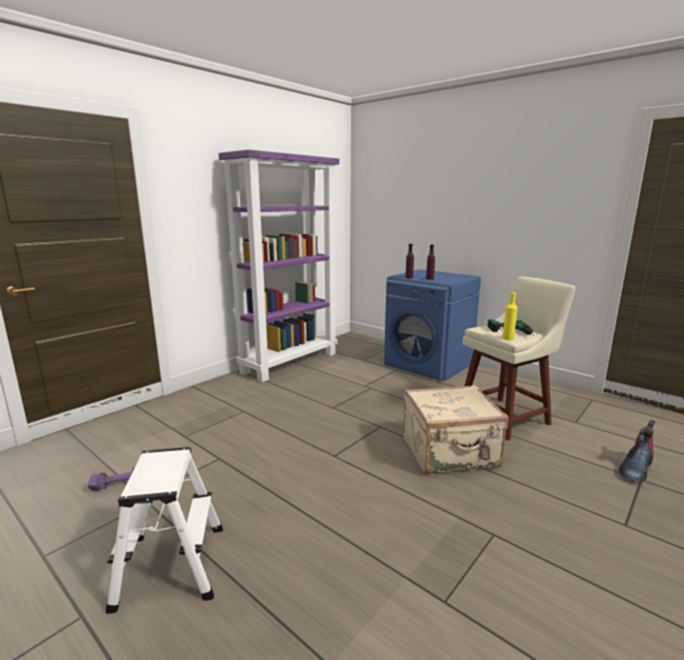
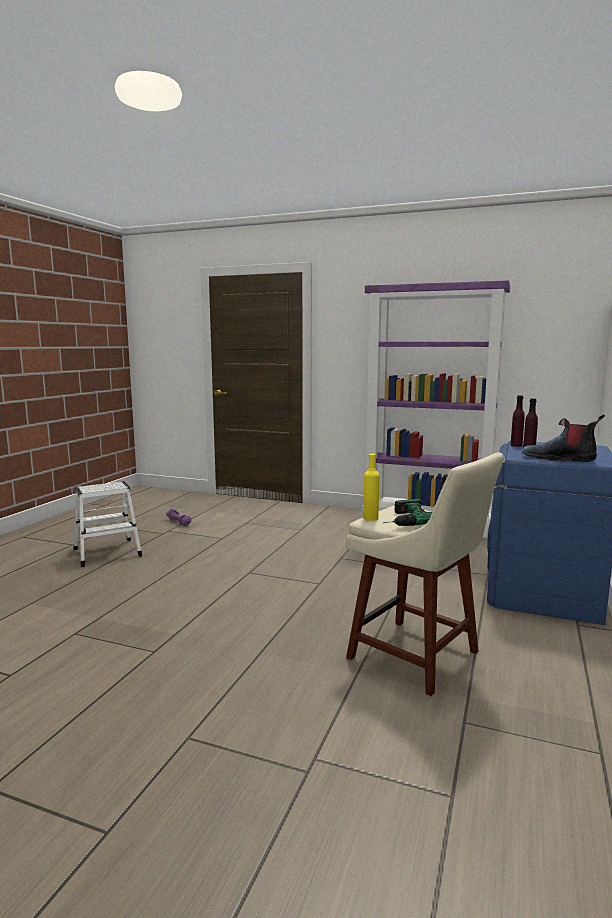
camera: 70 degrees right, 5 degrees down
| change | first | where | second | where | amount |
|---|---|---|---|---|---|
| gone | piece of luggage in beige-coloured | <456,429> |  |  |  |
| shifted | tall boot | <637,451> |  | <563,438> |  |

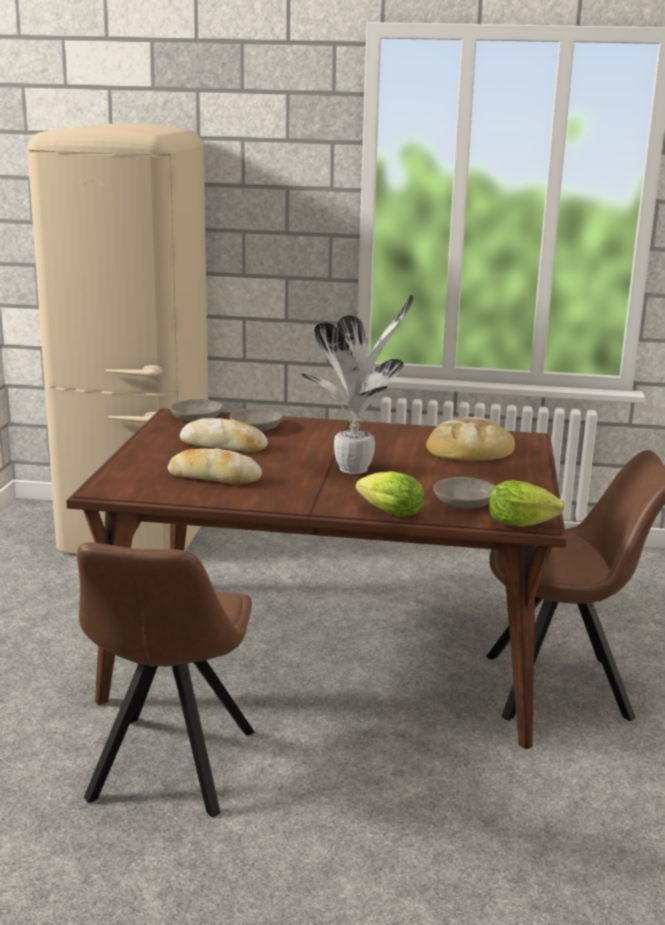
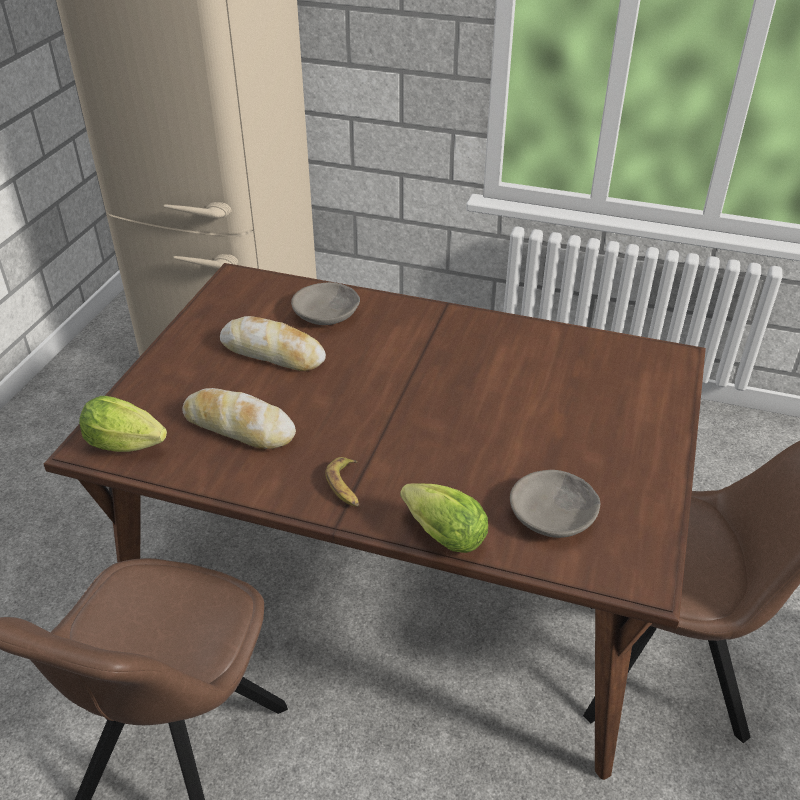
camera: 10 degrees right, 20 degrees up
| change | first | where | second | where | amount |
|---|---|---|---|---|---|
| gone | potted plant | <357,384> |  |  |  |
| gone | serving bowl in gray | <196,410> |  |  |  |
| gone | baked bread | <470,439> |  |  |  |
| shifted | head of lettuce | <526,503> |  | <123,424> |  |
| new |  |  | banana fruit | <342,482> |  |

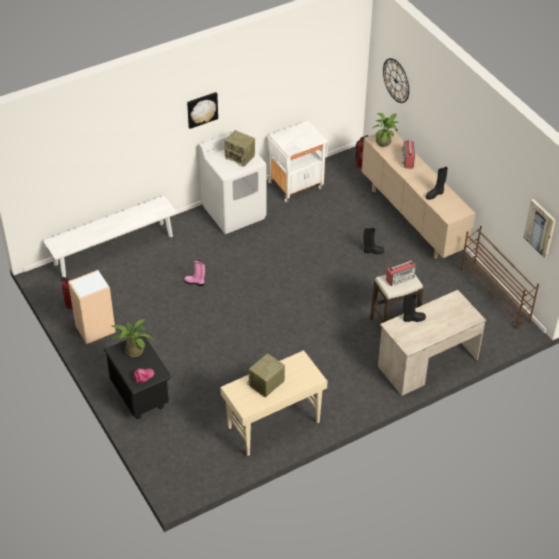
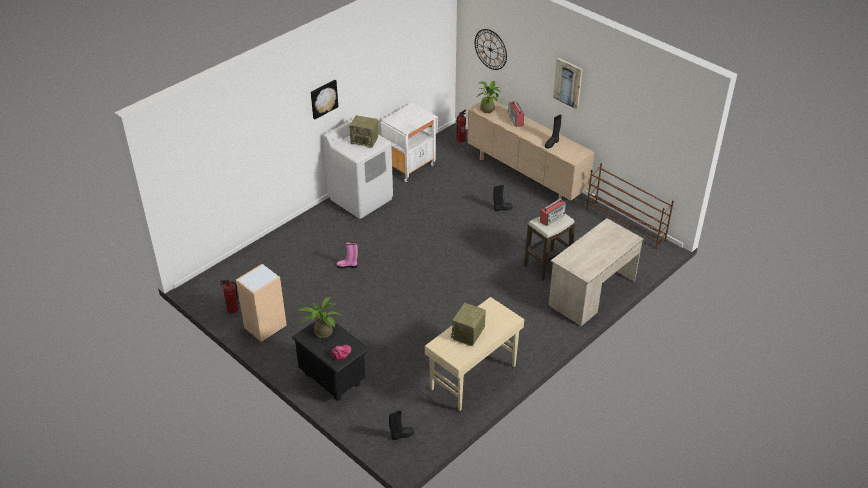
camera: 15 degrees left, 5 degrees down
| change | first | where | second | where | amount |
|---|---|---|---|---|---|
| gone | long seat in white-coloured | <110,236> |  |  |  |
| shifted | wall art | <539,228> |  | <568,84> |  |
| shifted | tall boot in blackish | <414,308> |  | <401,425> |  |

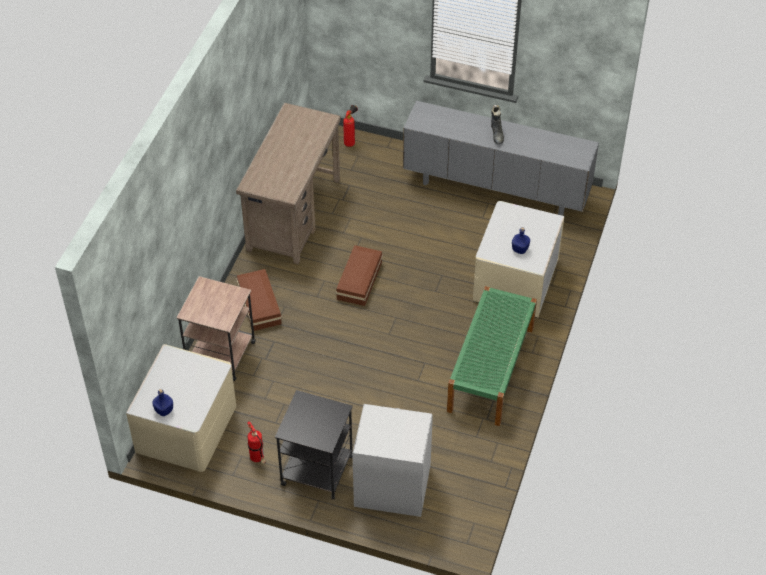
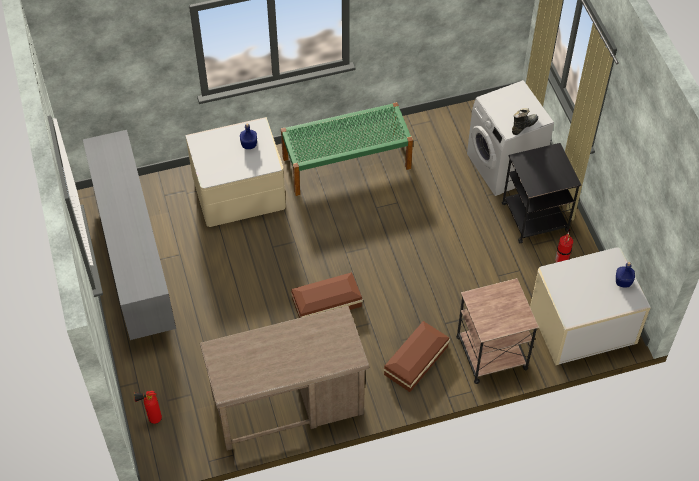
camera: 125 degrees left, 5 degrees up
| change | first | where | second | where | amount |
|---|---|---|---|---|---|
| shifted | tall boot in blackish | <497,124> |  | <525,121> |  |

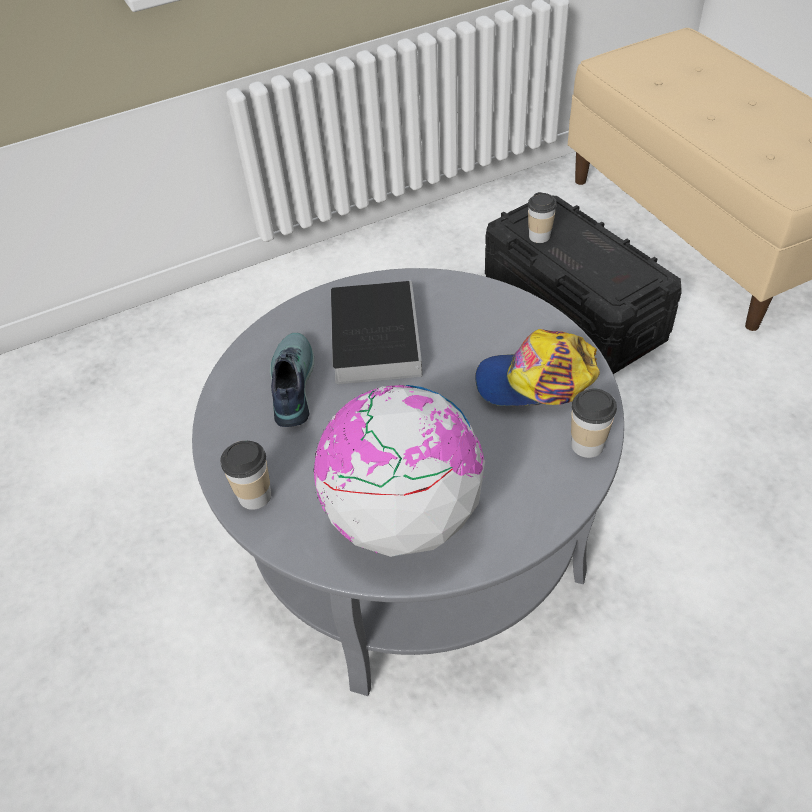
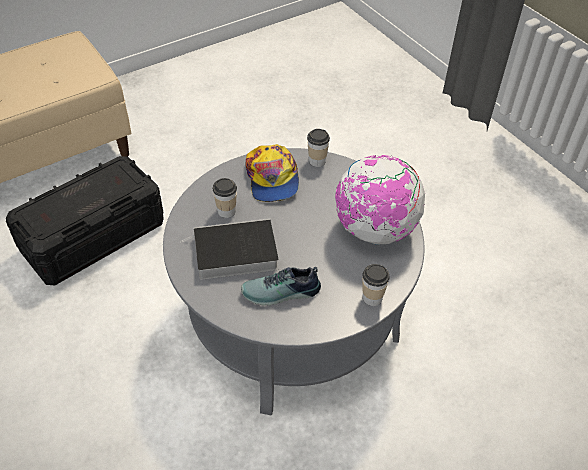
camera: 100 degrees left, 0 degrees up
| change | first | where | second | where | amount |
|---|---|---|---|---|---|
| shifted | drinking cup | <542,217> |  | <225,198> |  |

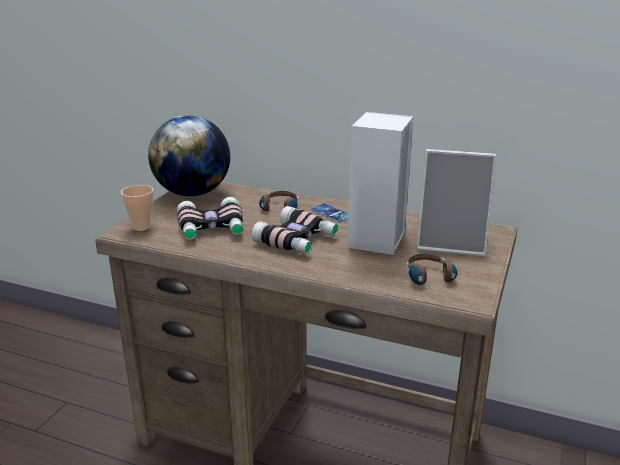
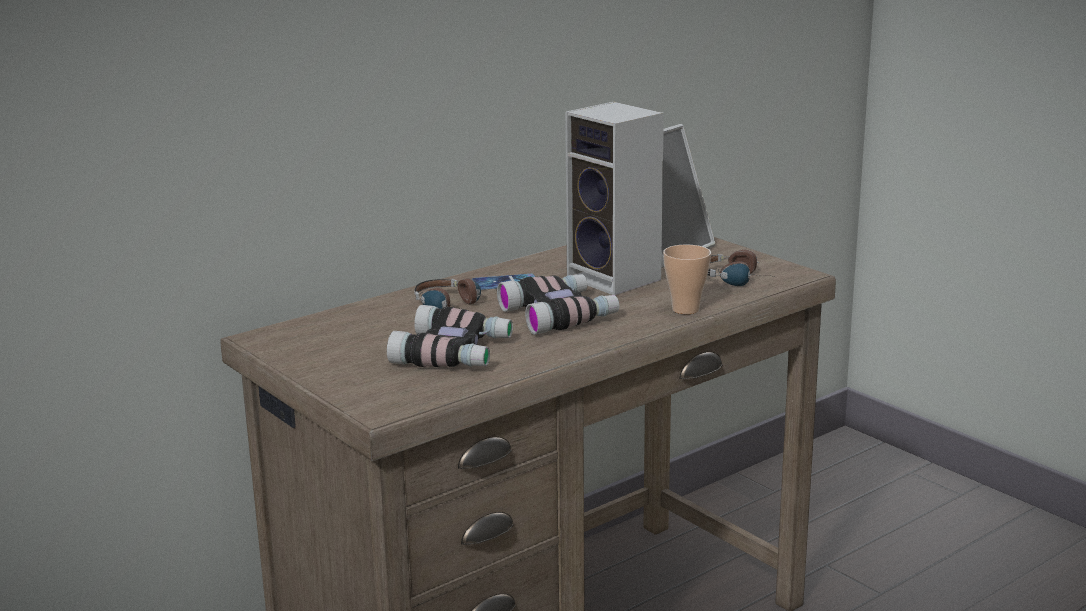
camera: 60 degrees left, 5 degrees down
| change | first | where | second | where | amount |
|---|---|---|---|---|---|
| gone | world globe | <189,156> |  |  |  |
| shifted | drinking cup | <137,208> |  | <687,279> |  |

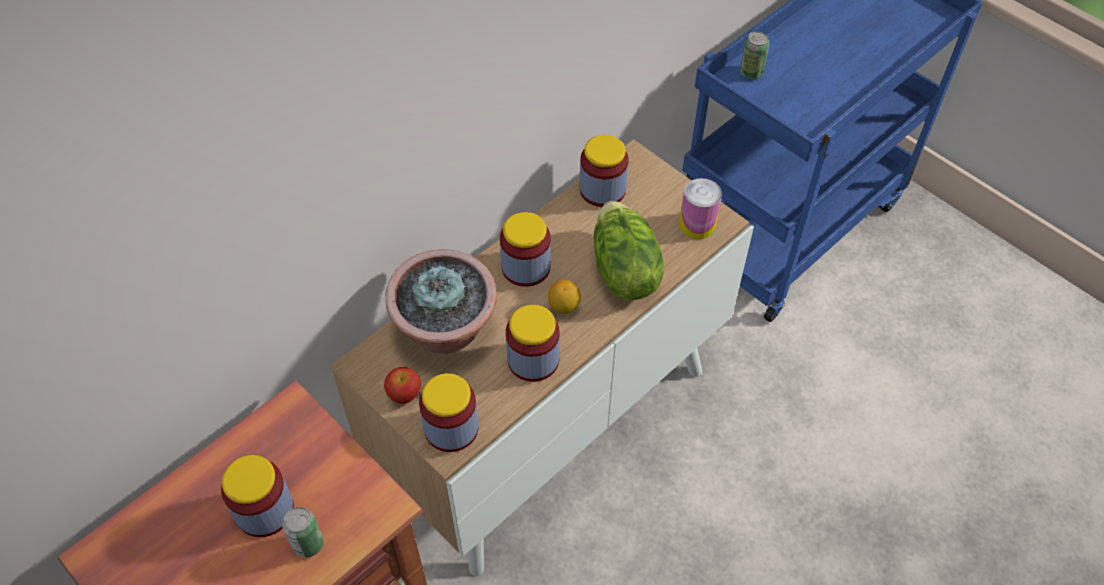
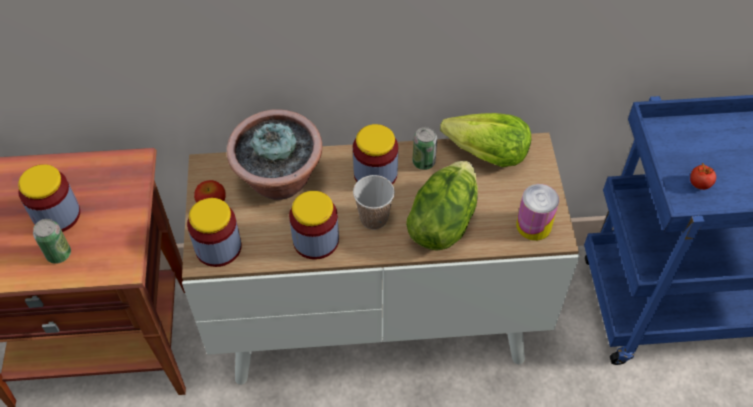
camera: 40 degrees right, 0 degrees up
| change | first | where | second | where | amount |
|---|---|---|---|---|---|
| shifted | can | <755,55> |  | <424,148> |  |
| swapped | storage jar | <604,171> | head of lettuce | <485,140> |  |
| swapped | citrus fruit | <564,297> | drinking cup | <374,202> |  |
| new |  |  | tomato | <703,176> |  |

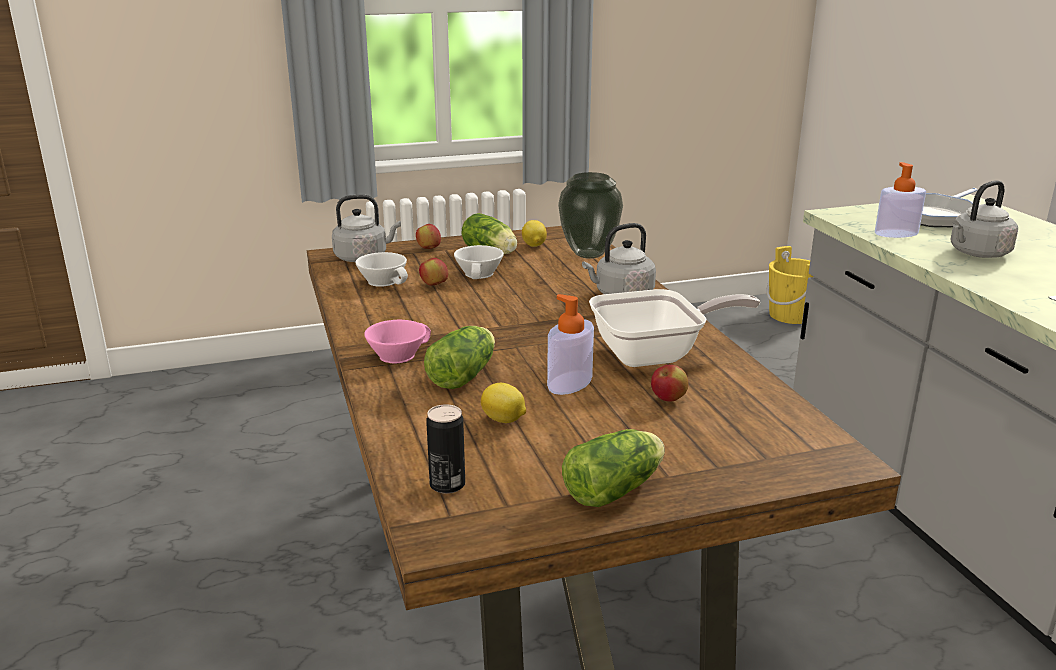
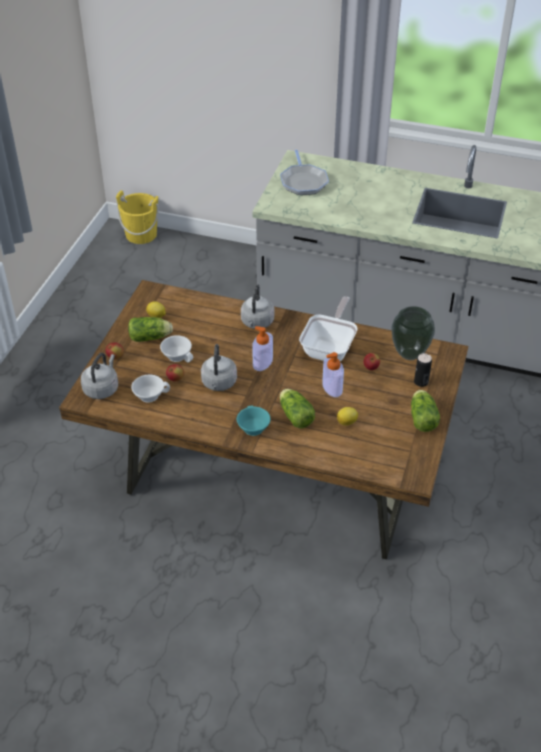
camera: 55 degrees left, 20 degrees up
| change | first | where | second | where | amount |
|---|---|---|---|---|---|
| shifted | soap bottle | <900,200> |  | <262,348> |  |
| shifted | vase | <590,215> |  | <413,333> |  |
| shifted | water kettle in gray | <984,219> |  | <219,367> |  |
| repainted | drinking cup in pink | <397,341> | drinking cup in turquoise-coloured | <254,420> |  |
| shifted | can | <445,449> |  | <423,370> |  |

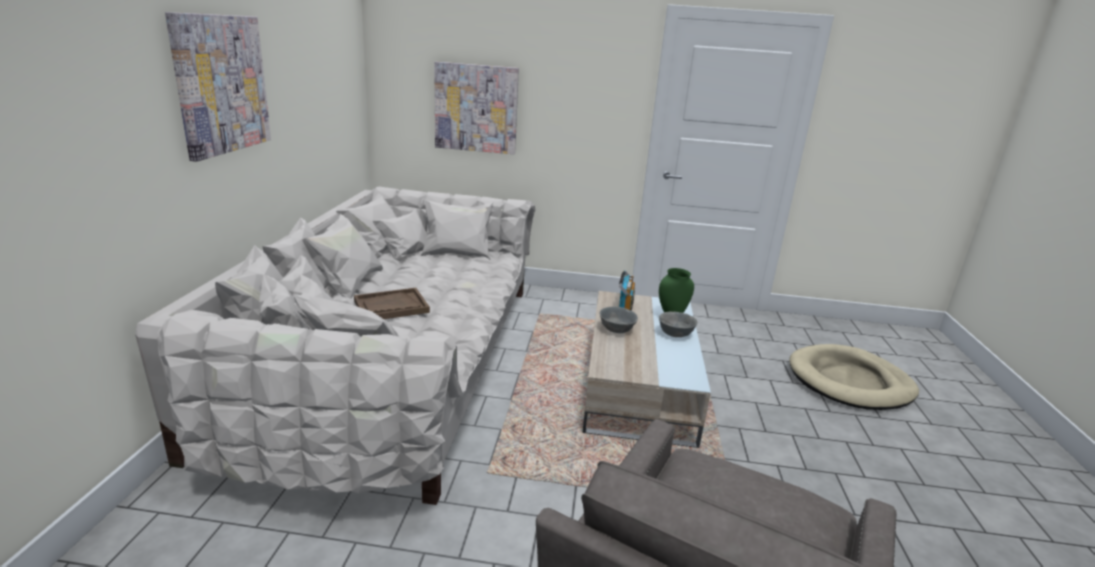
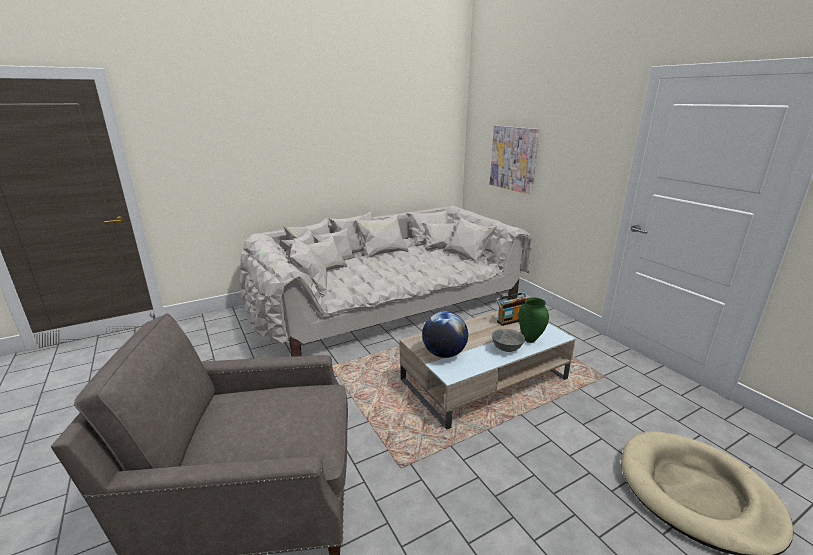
camera: 55 degrees right, 0 degrees up
| change | first | where | second | where | amount |
|---|---|---|---|---|---|
| gone | wall art | <218,87> |  |  |  |
| gone | tray in brown | <392,303> |  |  |  |
| gone | serving bowl in gray | <618,320> |  |  |  |
| new |  |  | world globe | <445,334> |  |

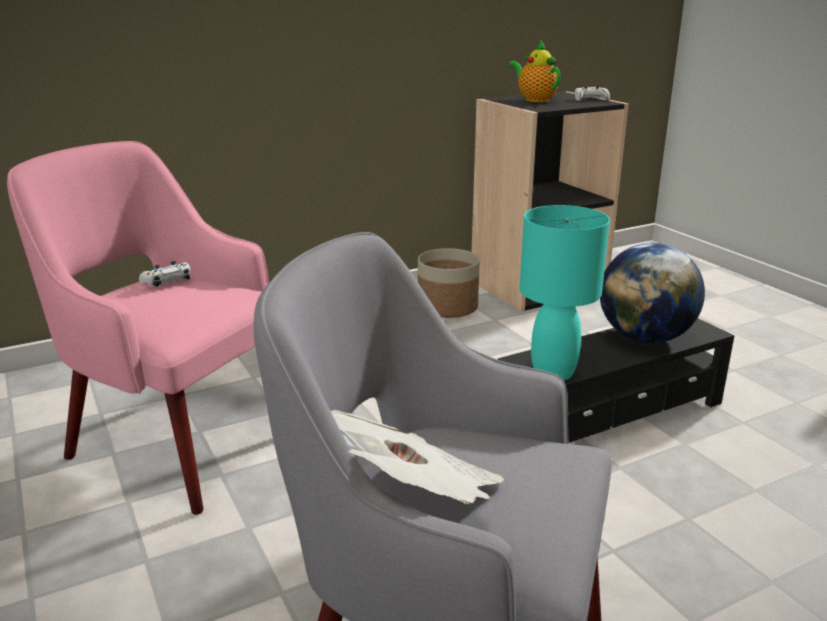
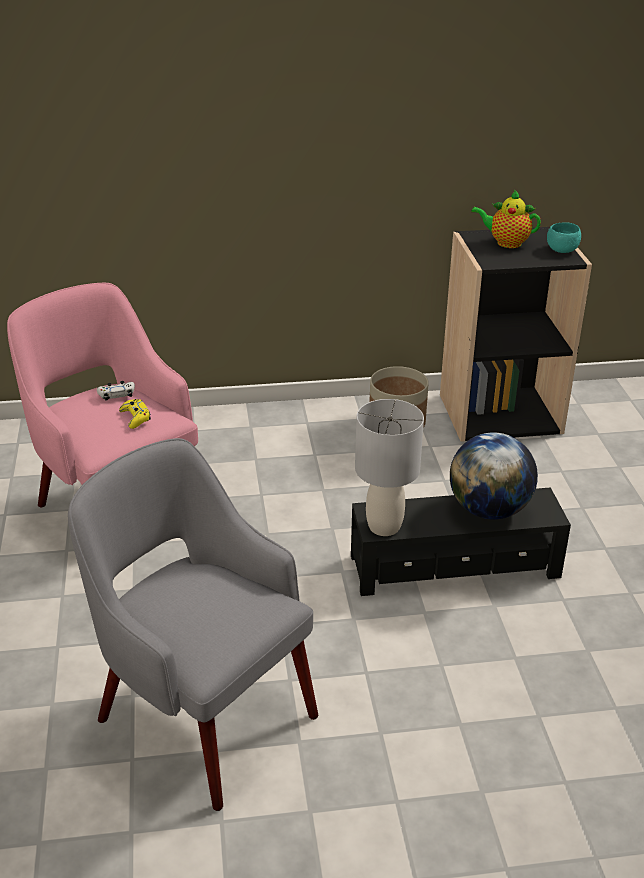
camera: 20 degrees right, 10 degrees up
| change | first | where | second | where | amount |
|---|---|---|---|---|---|
| rotated | tea pot | <535,71> |  | <506,218> | 60 degrees counterclockwise |
| swapped | game controller in white-coloured | <592,93> | serving bowl in turquoise-coloured | <564,237> |  |
| repainted | tabletop lamp in turquoise-coloured | <565,293> | tabletop lamp in gray | <389,467> |  |
| gone | daily paper | <417,457> |  |  |  |
| new |  |  | game controller in yellowish | <135,414> |  |

